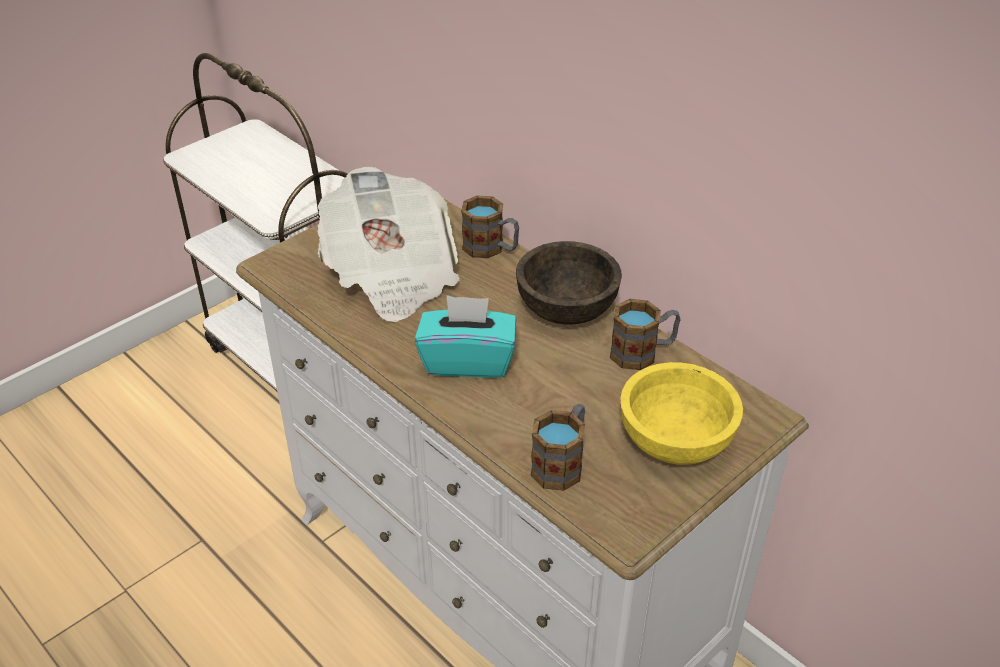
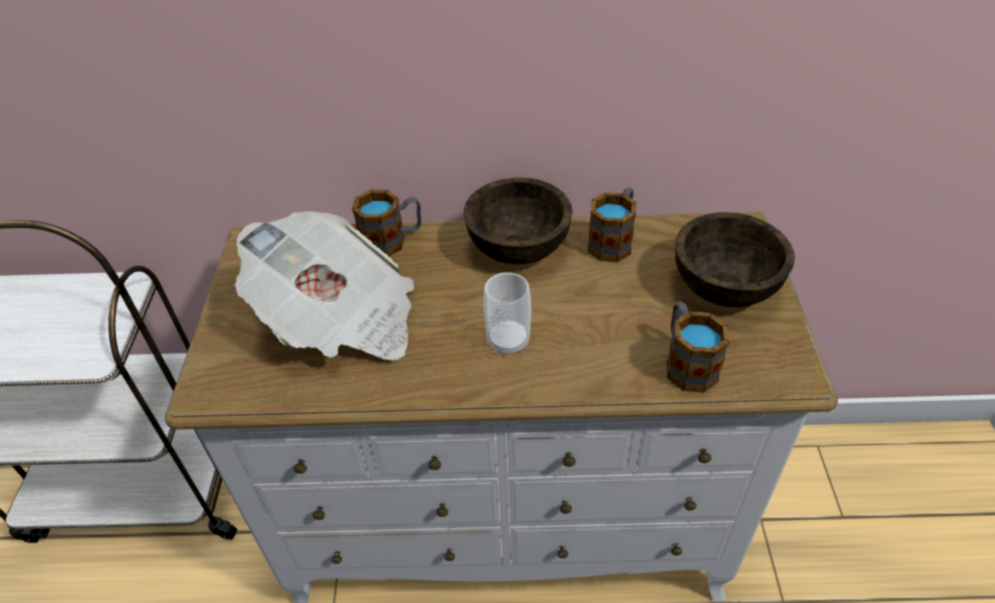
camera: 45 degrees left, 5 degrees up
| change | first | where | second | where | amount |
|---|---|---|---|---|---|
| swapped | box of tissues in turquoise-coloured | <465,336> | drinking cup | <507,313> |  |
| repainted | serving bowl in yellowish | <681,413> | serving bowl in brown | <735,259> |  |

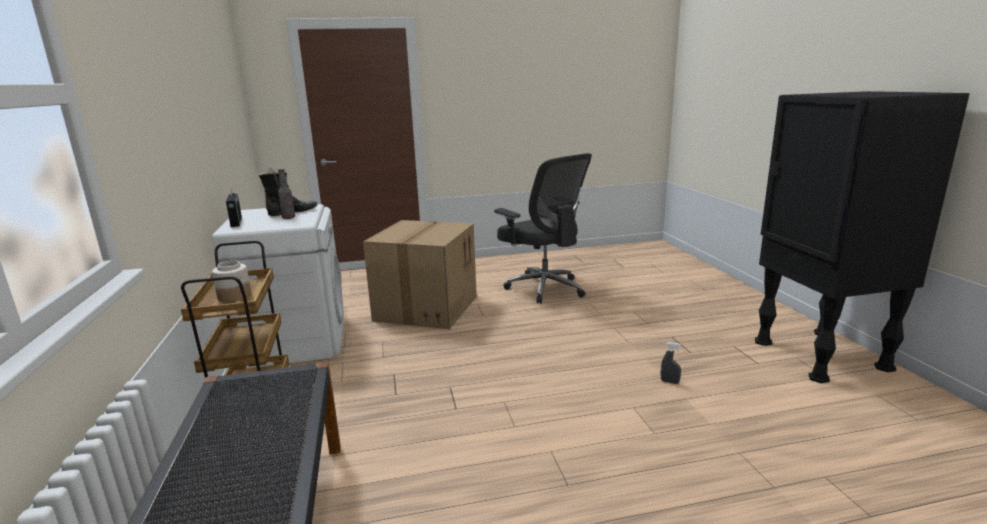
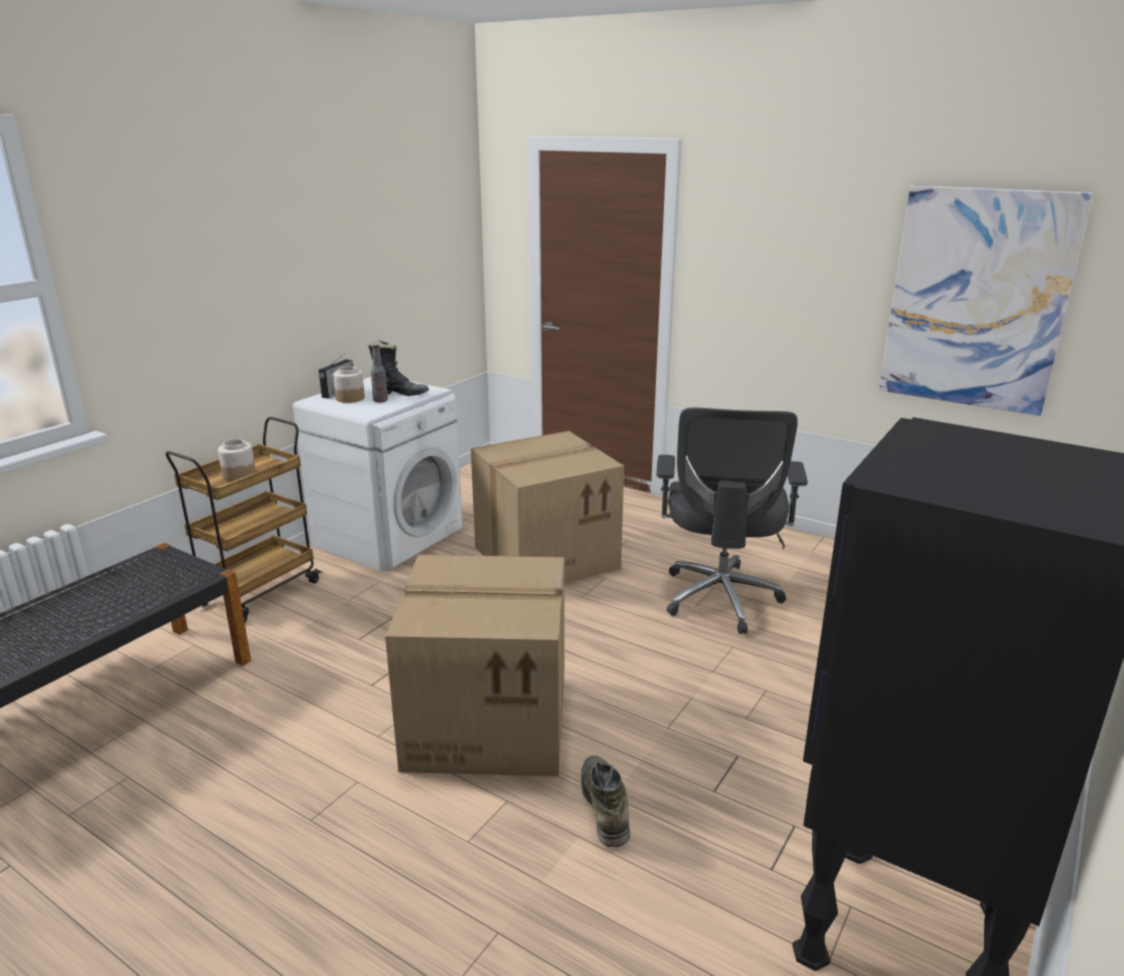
camera: 45 degrees right, 5 degrees up
| change | first | where | second | where | amount |
|---|---|---|---|---|---|
| swapped | sprayer in gray | <671,363> | tall boot in green | <605,801> |  |
| new |  |  | wall art | <986,300> |  |
| new |  |  | storage jar | <349,384> |  |
| new |  |  | cardboard box | <475,665> |  |

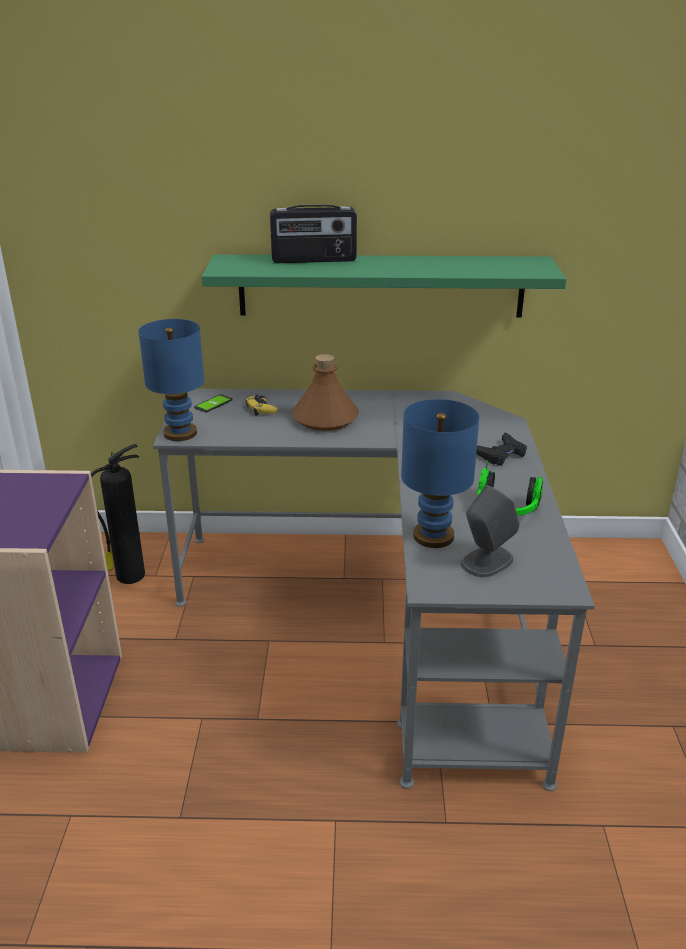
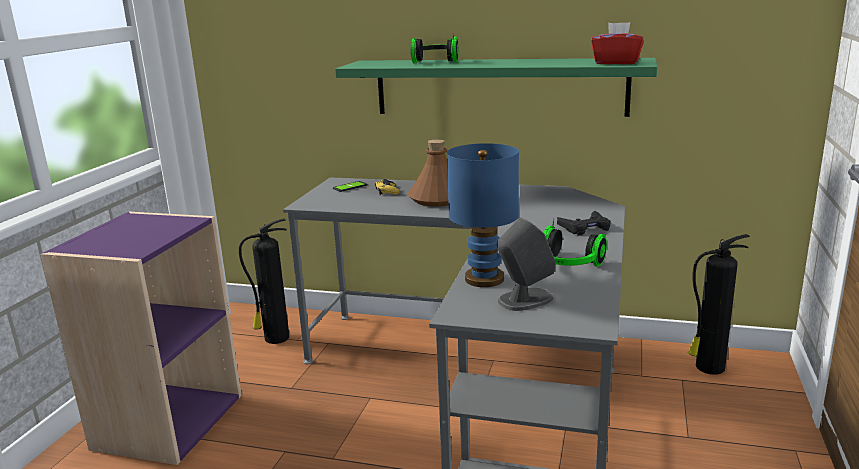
camera: 15 degrees right, 10 degrees down
| change | first | where | second | where | amount |
|---|---|---|---|---|---|
| swapped | radio set | <313,234> | pair of headphones | <435,47> |  |
| gone | tabletop lamp in blue-coloured | <171,380> |  |  |  |
| new |  |  | box of tissues in red-coloured | <617,43> |  |
| new |  |  | extinguisher | <719,304> |  |

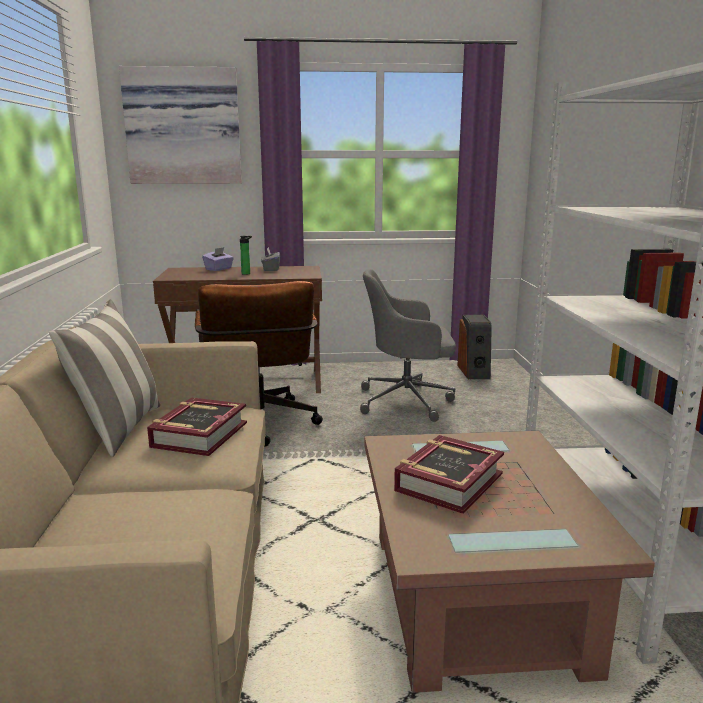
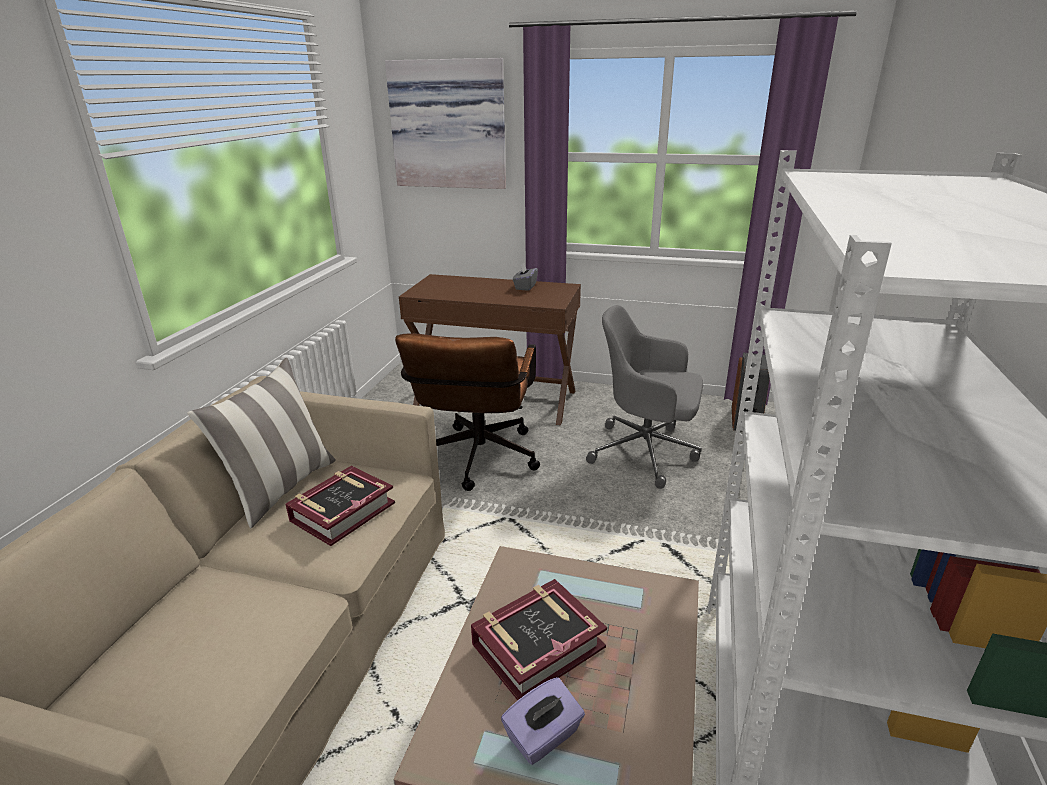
camera: 20 degrees right, 10 degrees up
| change | first | where | second | where | amount |
|---|---|---|---|---|---|
| gone | drink bottle | <246,255> |  |  |  |
| shifted | box of tissues in purple-coloured | <218,259> |  | <543,721> |  |

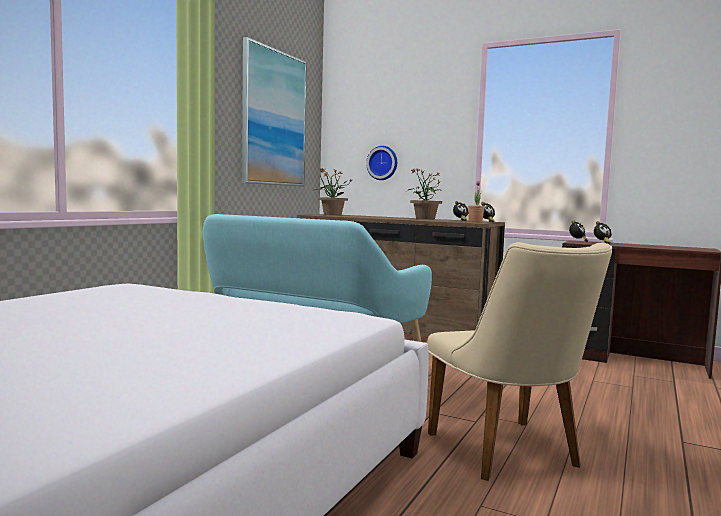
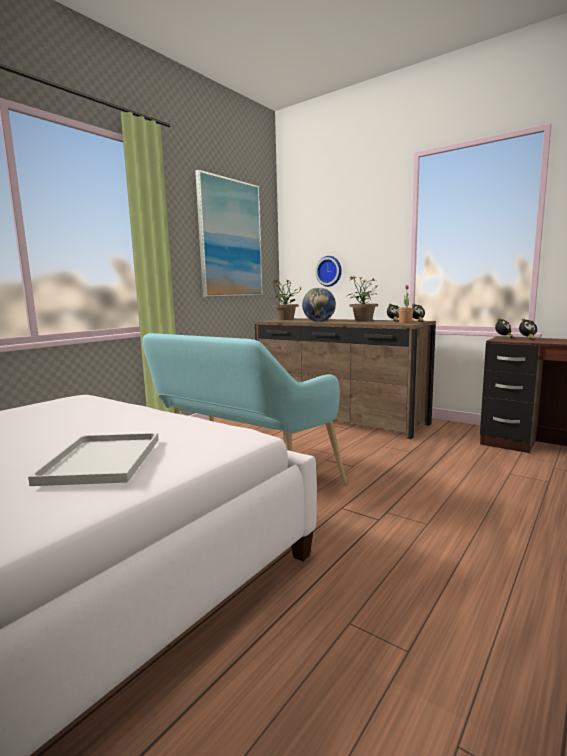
camera: 10 degrees right, 5 degrees up
| change | first | where | second | where | amount |
|---|---|---|---|---|---|
| gone | upright chair in beige-coloured | <520,361> |  |  |  |
| new |  |  | world globe | <319,304> |  |
| new |  |  | tray in white-coloured | <93,459> |  |

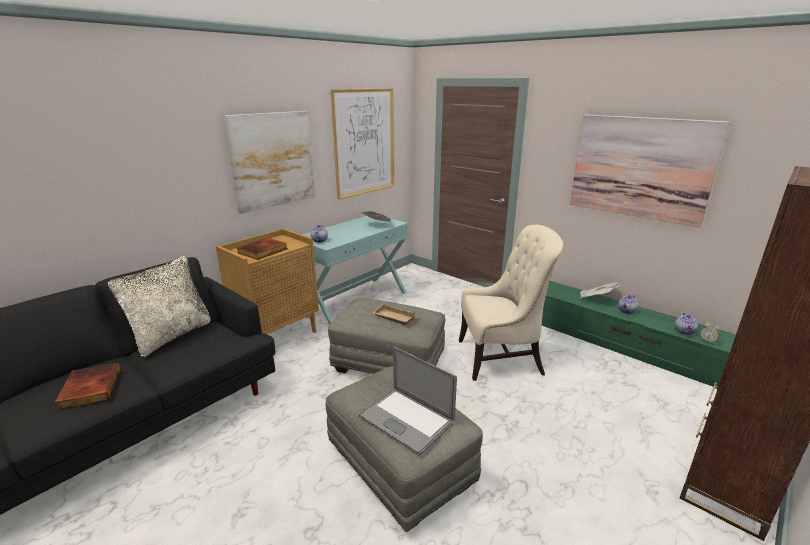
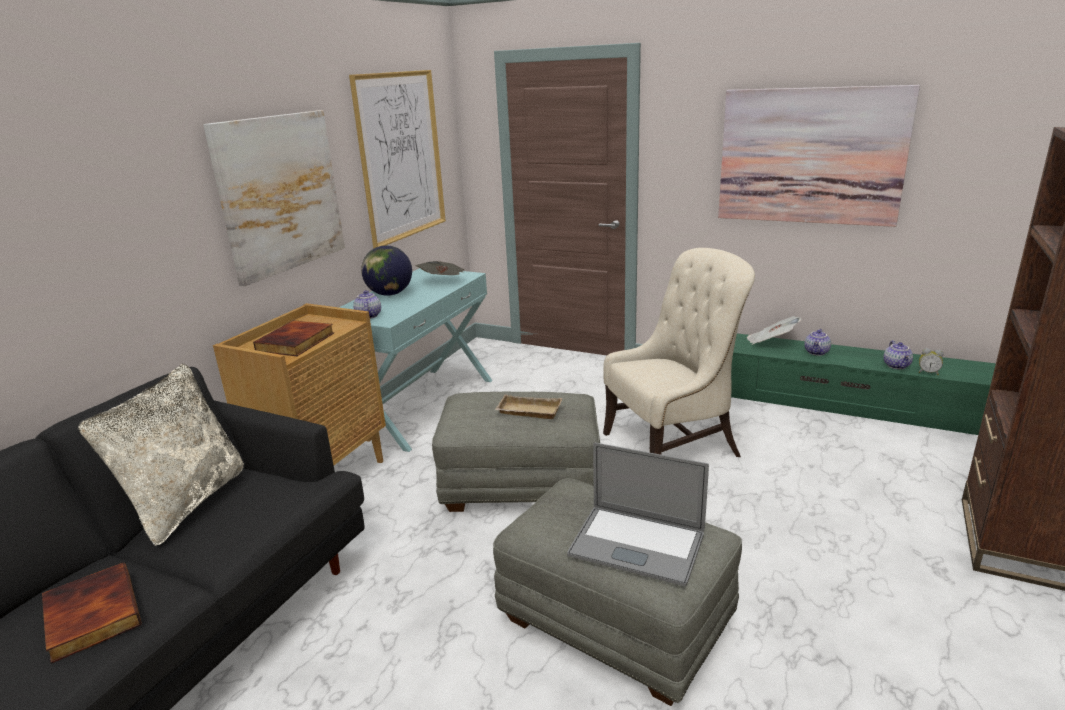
camera: 15 degrees left, 0 degrees up
| change | first | where | second | where | amount |
|---|---|---|---|---|---|
| new |  |  | world globe | <386,270> |  |

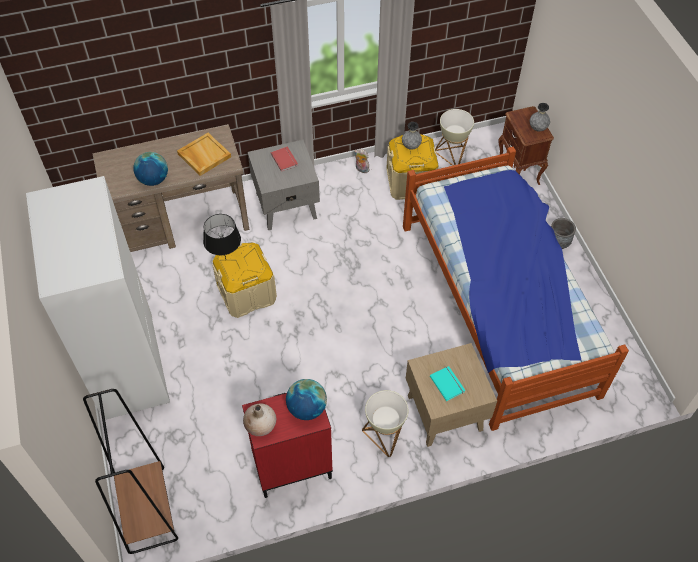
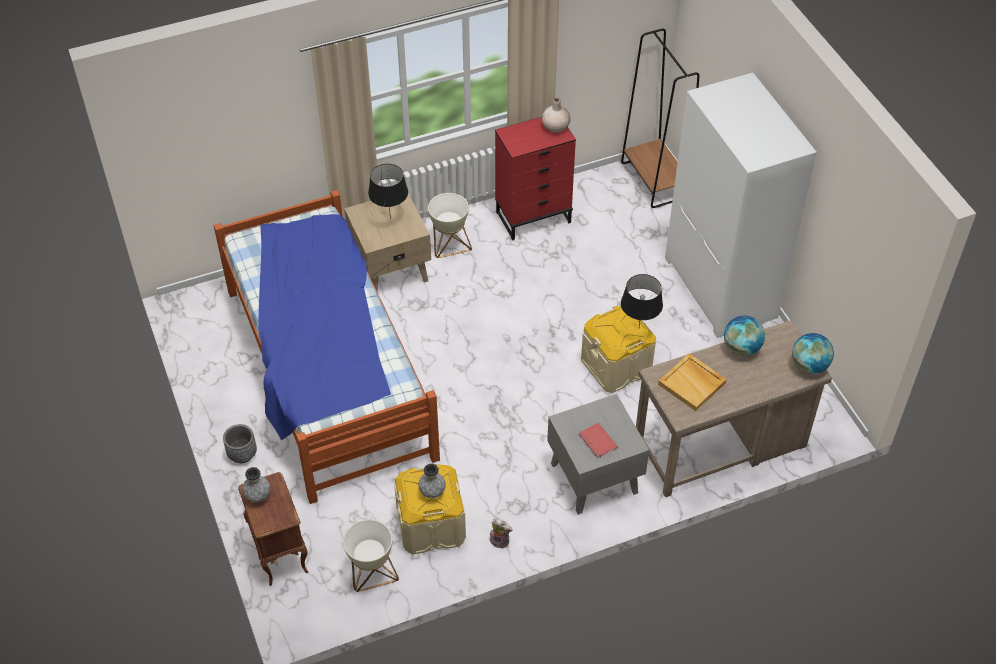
camera: 175 degrees right, 5 degrees down
| change | first | where | second | where | amount |
|---|---|---|---|---|---|
| swapped | volume in turquoise-coloured | <448,383> | tabletop lamp in blackish | <388,191> |  |
| shifted | world globe | <306,399> |  | <813,353> |  |

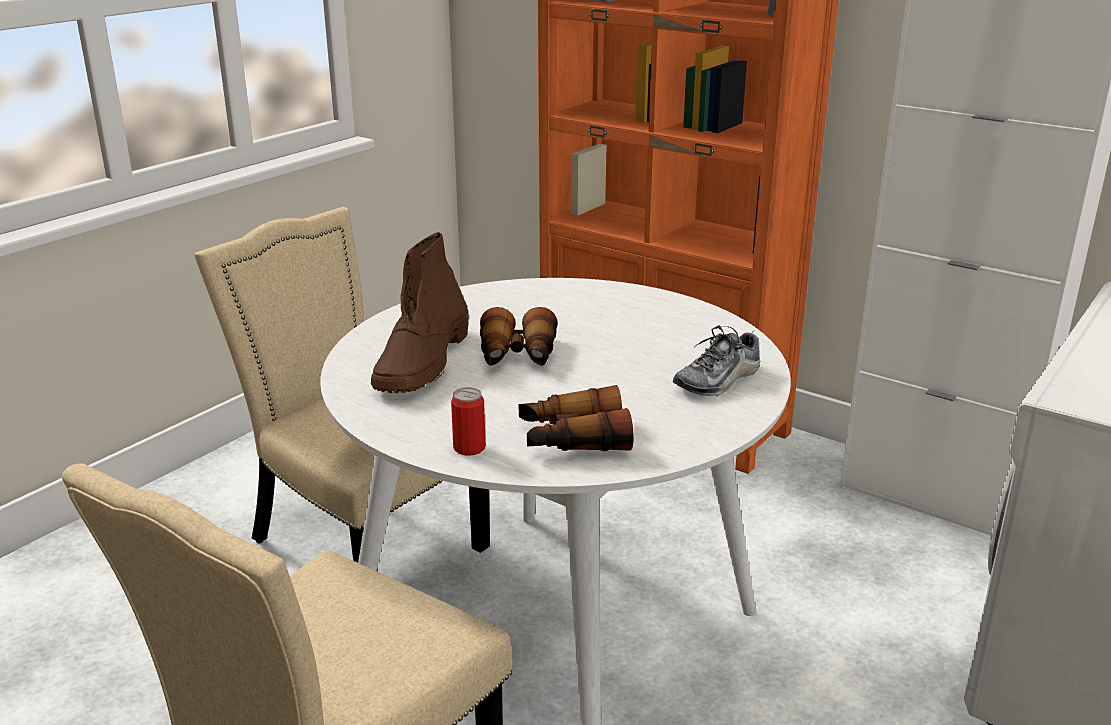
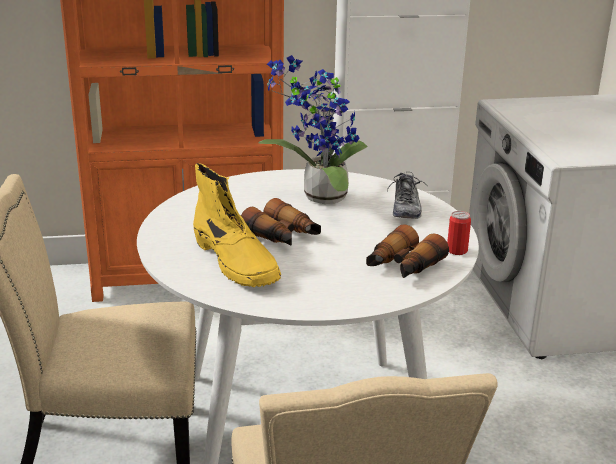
camera: 45 degrees left, 0 degrees up
| change | first | where | second | where | amount |
|---|---|---|---|---|---|
| repainted | tall boot in brown | <420,312> | tall boot in yellowish | <237,225> |  |
| shifted | can | <468,421> |  | <459,233> |  |
| new |  |  | potted plant | <313,129> |  |

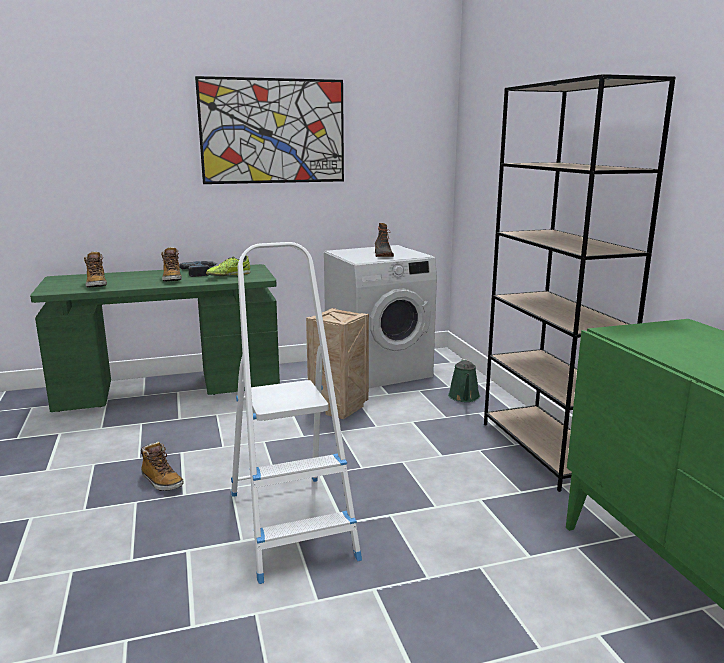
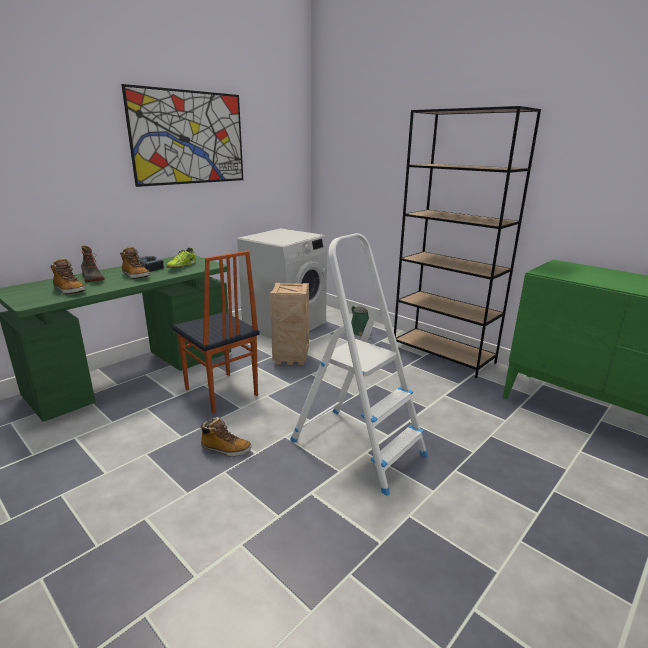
camera: 30 degrees left, 5 degrees up
| change | first | where | second | where | amount |
|---|---|---|---|---|---|
| shifted | tall boot | <384,240> |  | <93,264> |  |
| new |  |  | upright chair | <216,332> |  |

